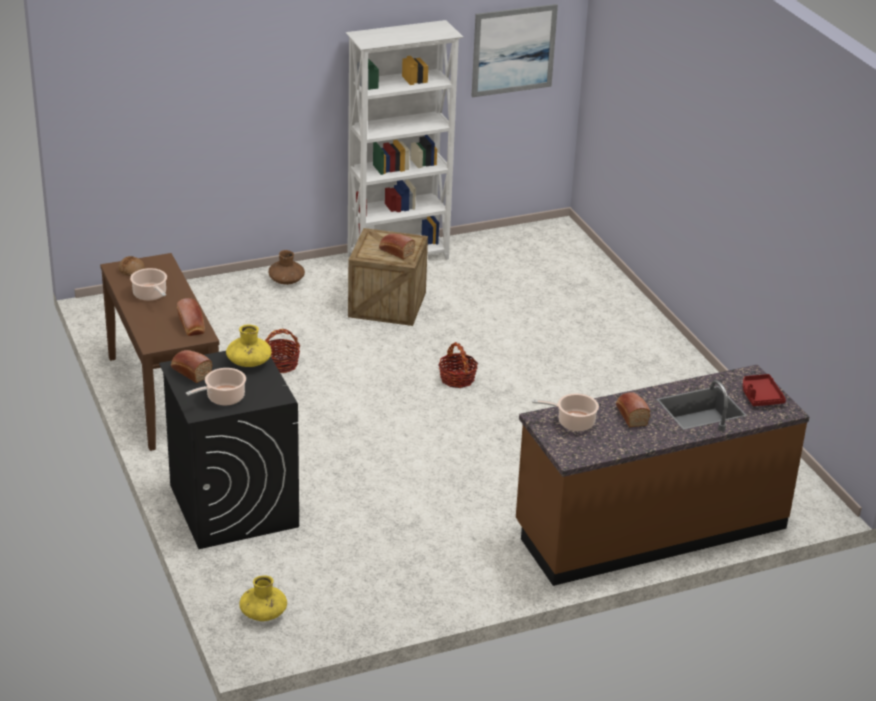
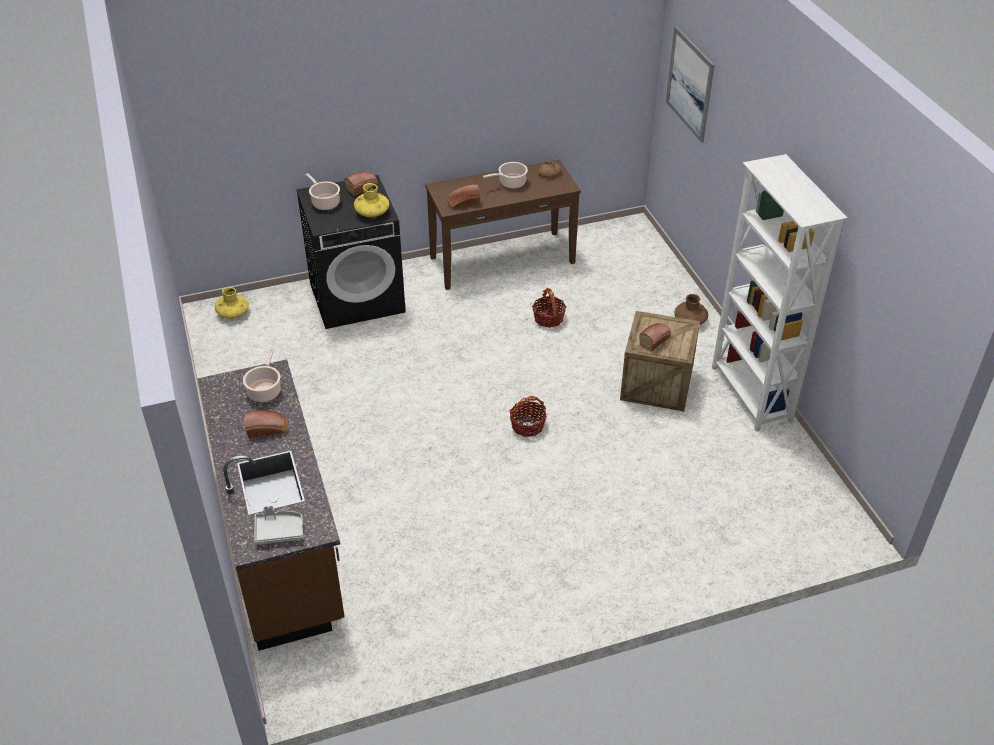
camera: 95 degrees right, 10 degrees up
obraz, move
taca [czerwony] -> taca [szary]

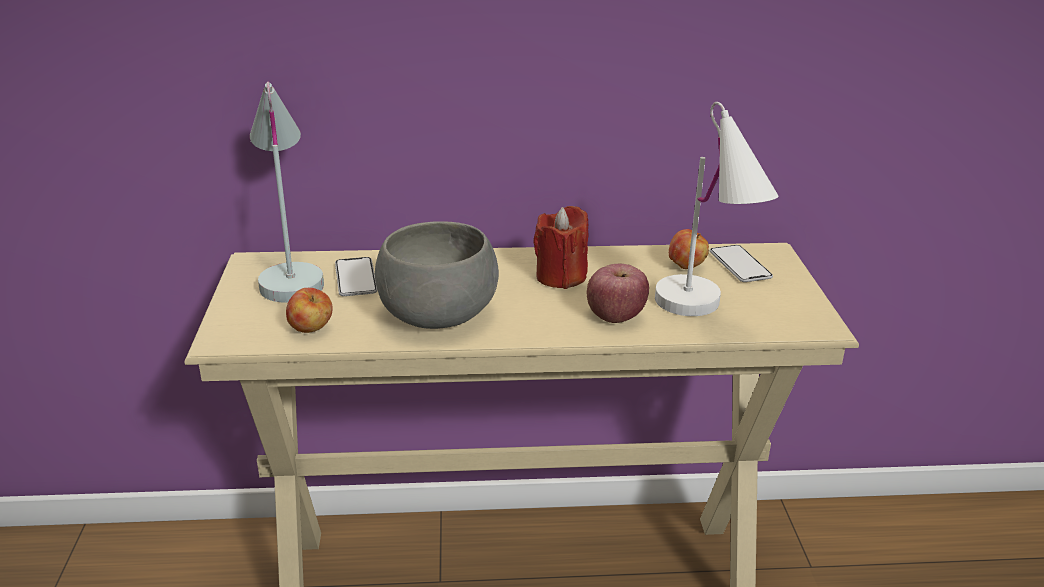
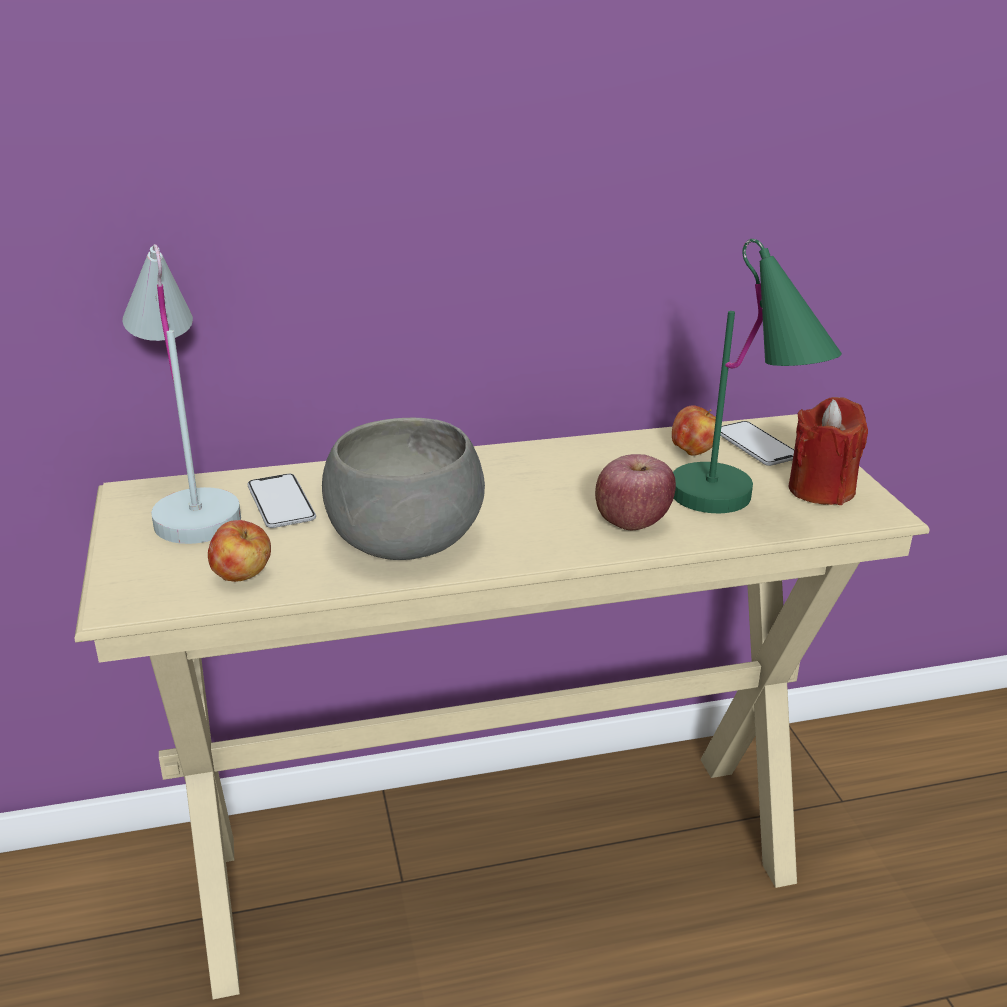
camera: 10 degrees left, 0 degrees up
świeca [czerwony], move
lampa stołowa [biały] (2nd from left) -> lampa stołowa [zielony]

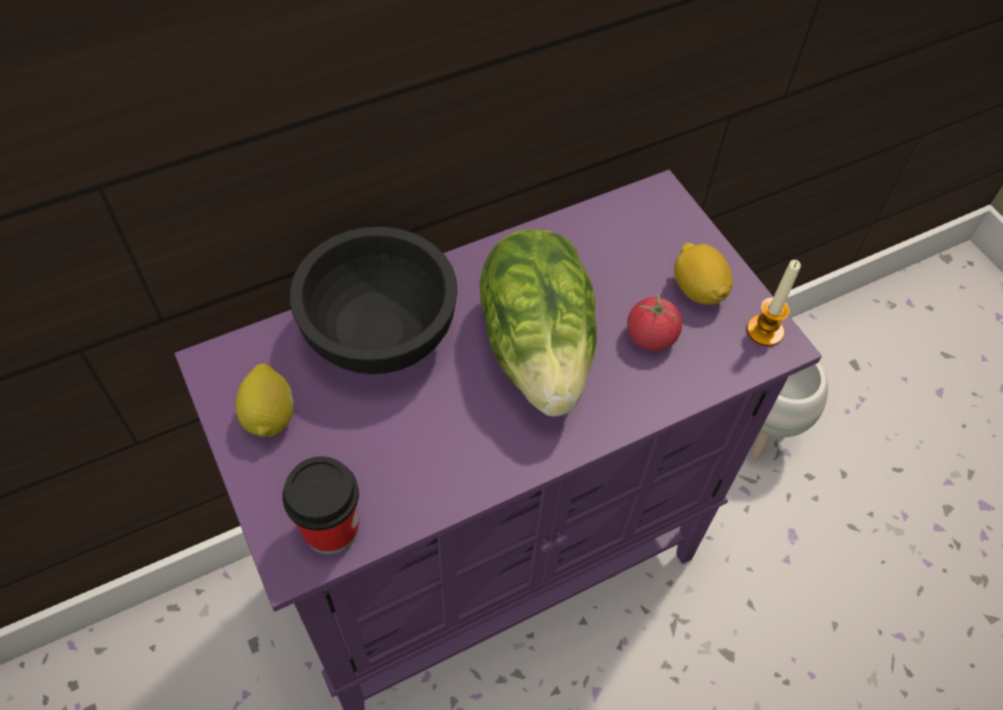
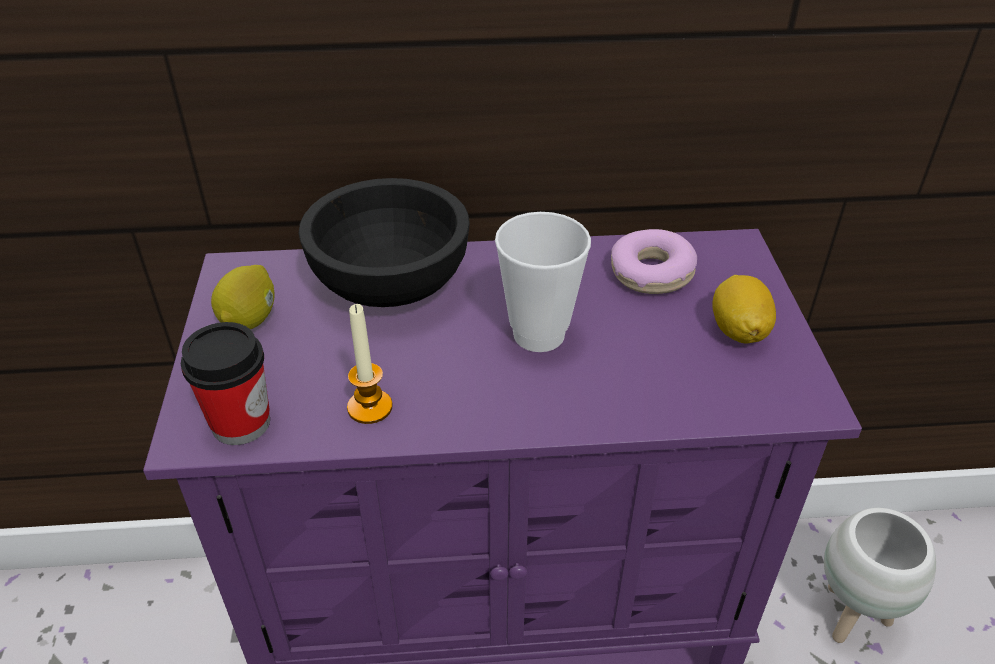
camera: 25 degrees right, 15 degrees down
pomidor -> none
none -> donut
świeca, move
sałata -> filiżanka (2nd from left)

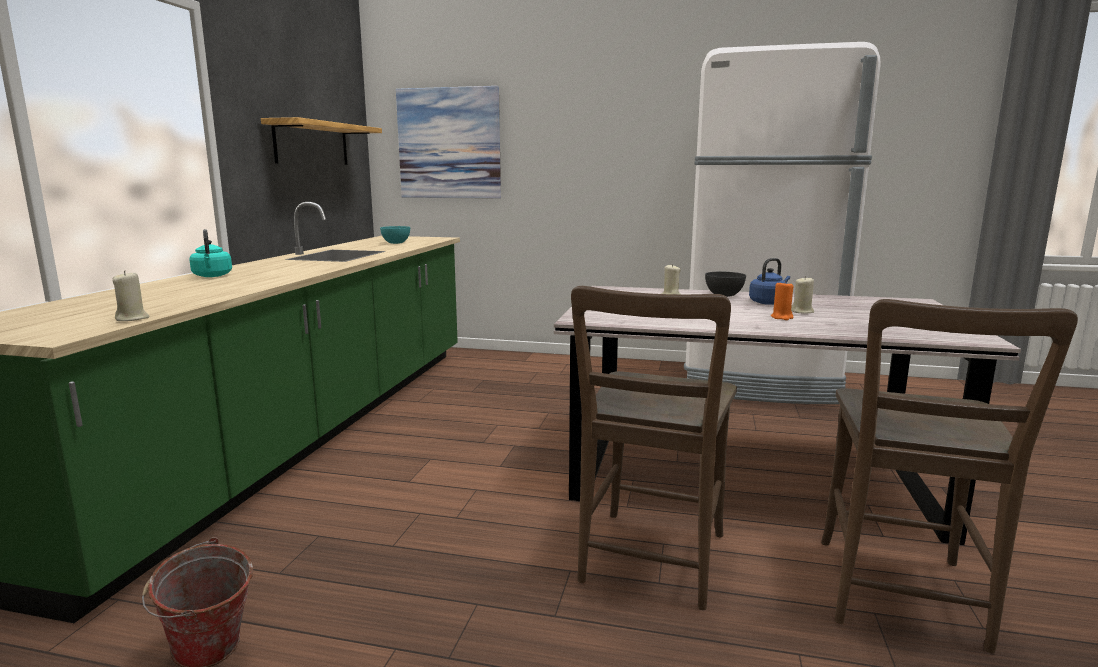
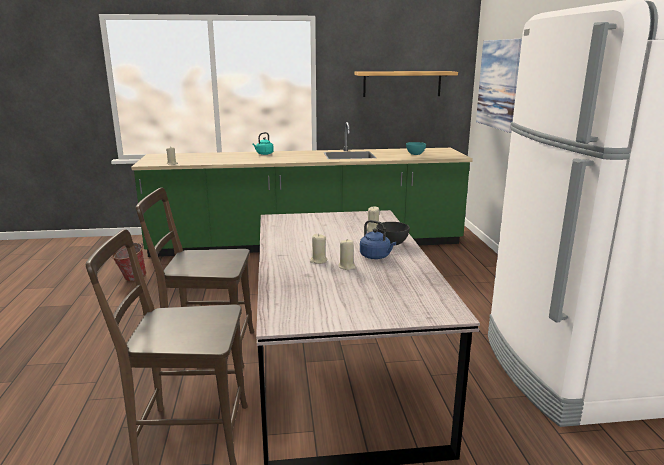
camera: 70 degrees right, 5 degrees up
świeca [pomarańczowy] -> świeca [beżowy] (2nd from left)

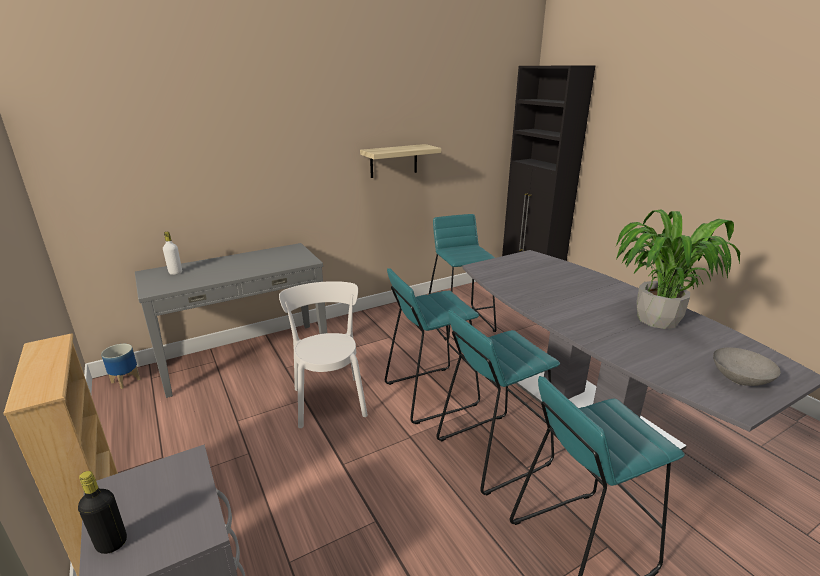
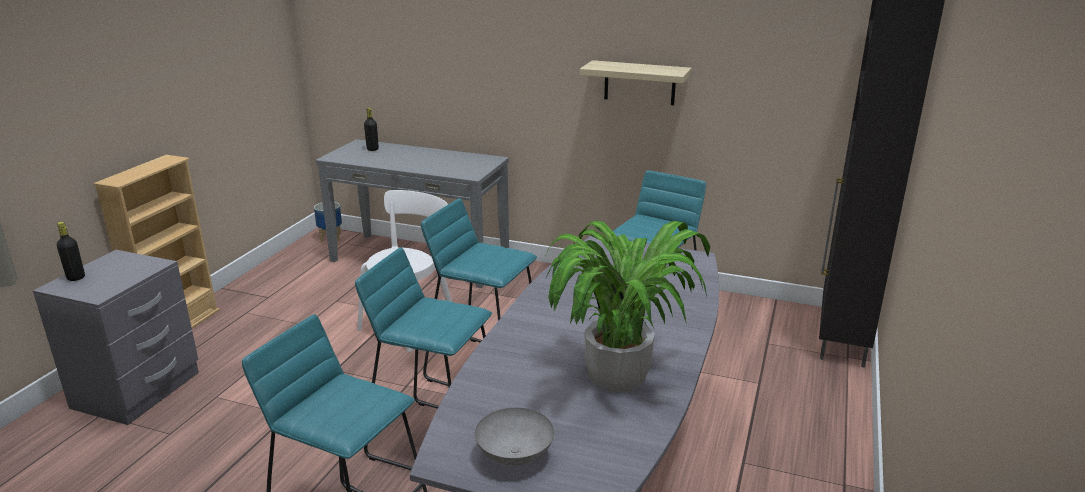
camera: 50 degrees right, 0 degrees up
butelka [biały] -> butelka [czarny] (2nd from left)

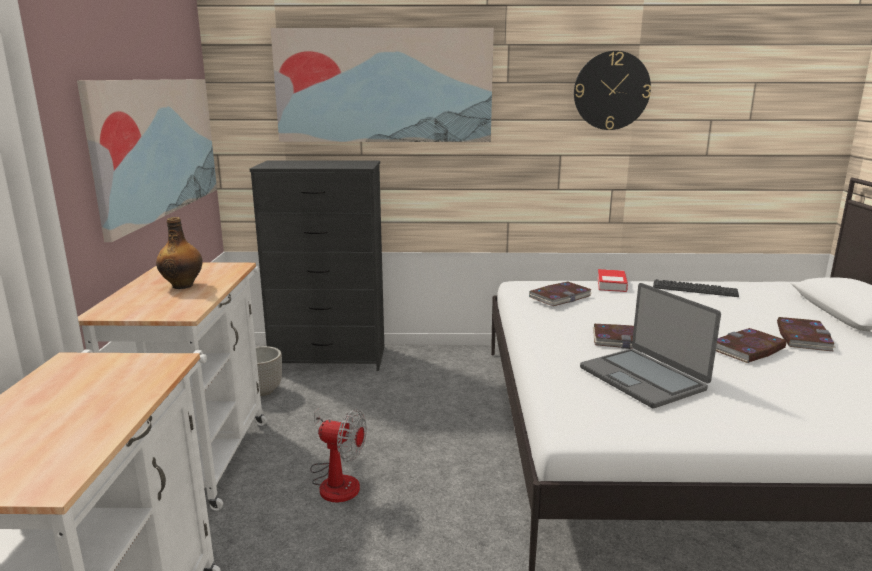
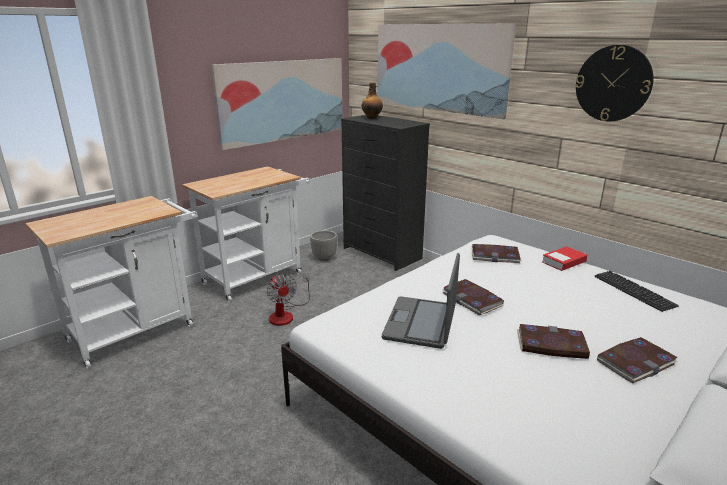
camera: 45 degrees right, 5 degrees up
butelka, move

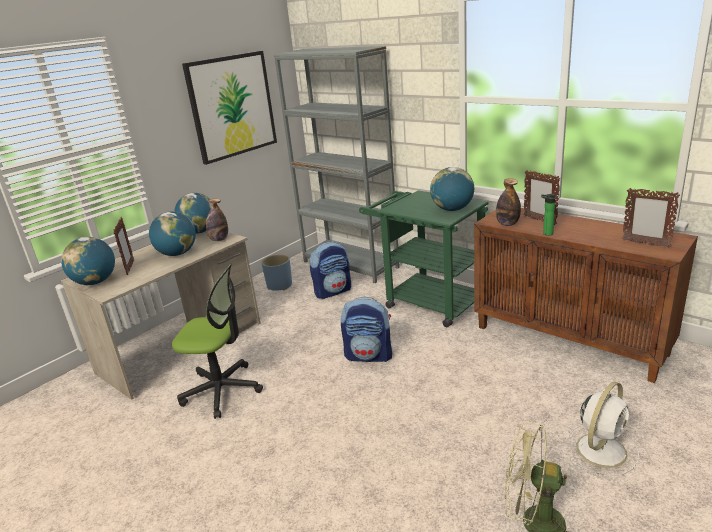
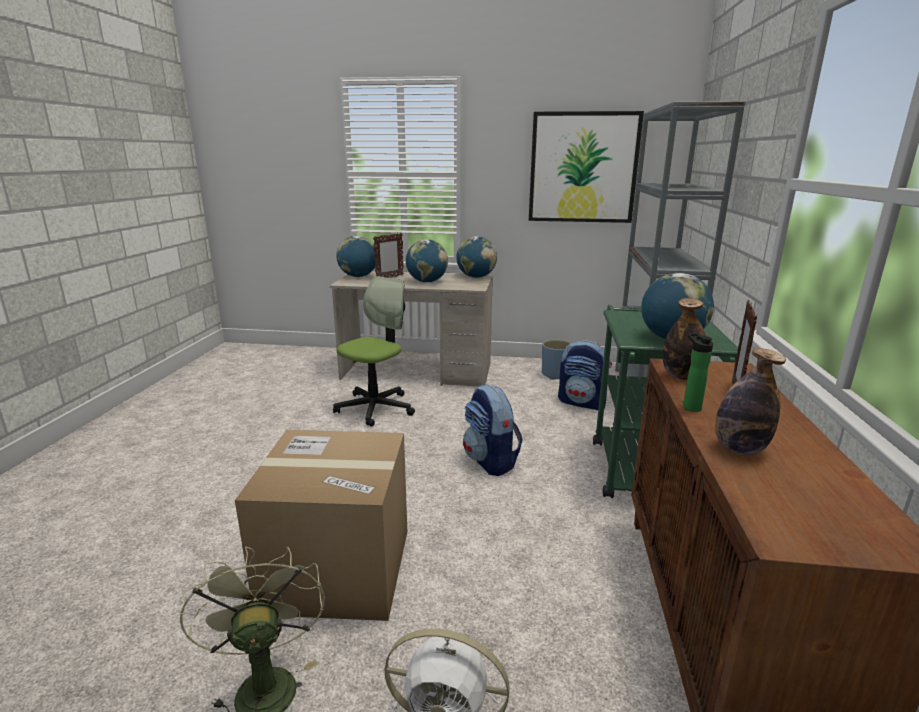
camera: 55 degrees right, 5 degrees down
ramka na zdjęcie (3rd from left) -> none
none -> karton
butelka (1st from left in the first image) -> butelka (3rd from left), move
krzesło biurowe, 120 degrees counterclockwise

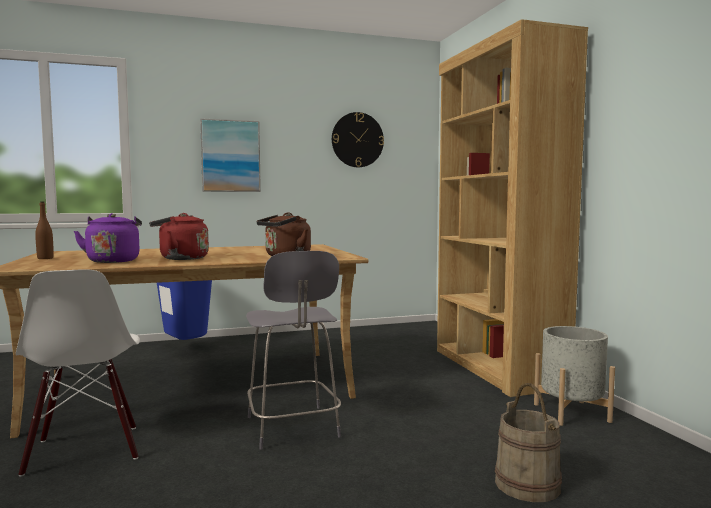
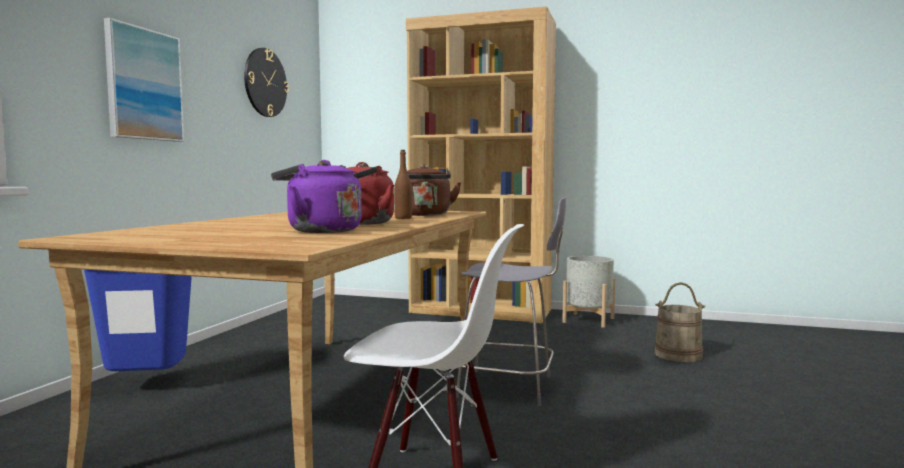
camera: 55 degrees left, 0 degrees up
butelka [brązowy], move

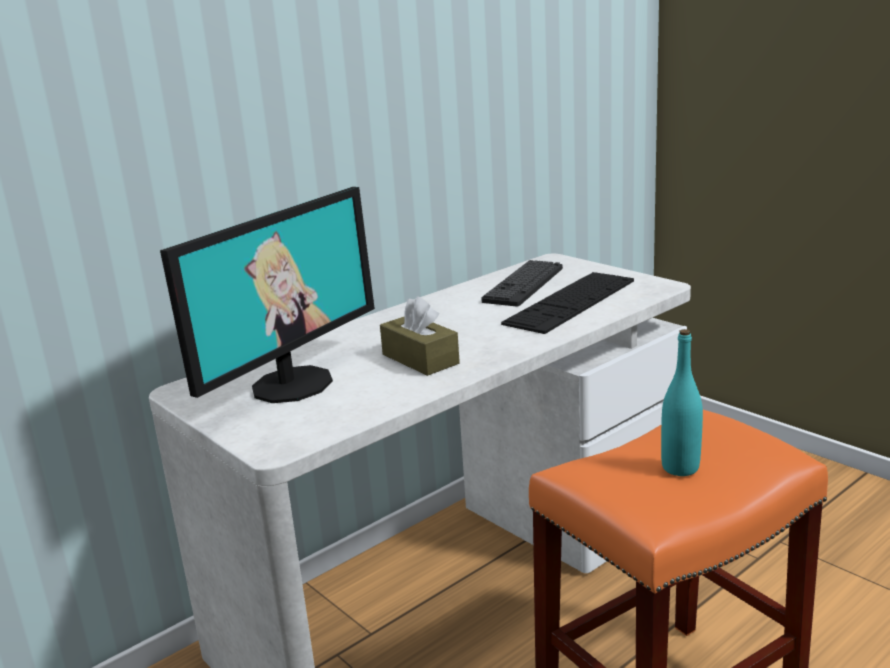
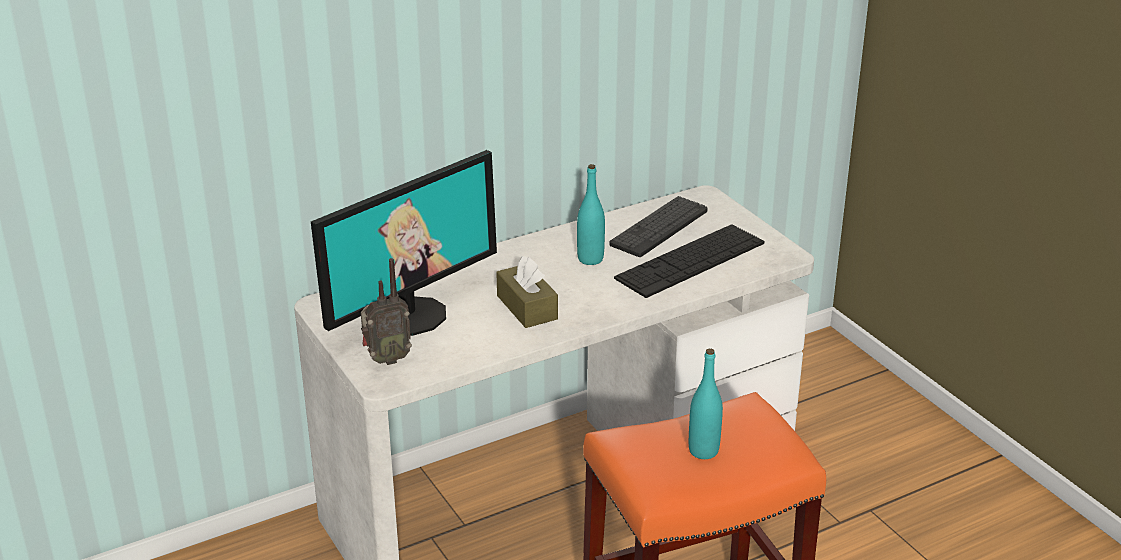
camera: 10 degrees right, 10 degrees up
none -> radio
none -> butelka [turkusowy] (1st from left)

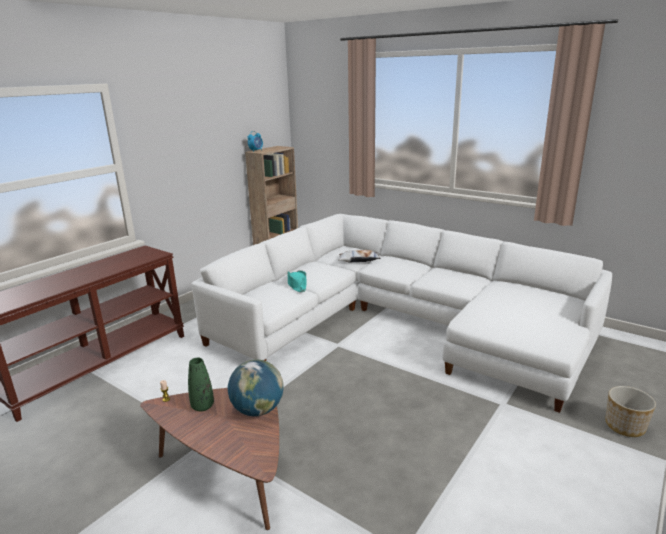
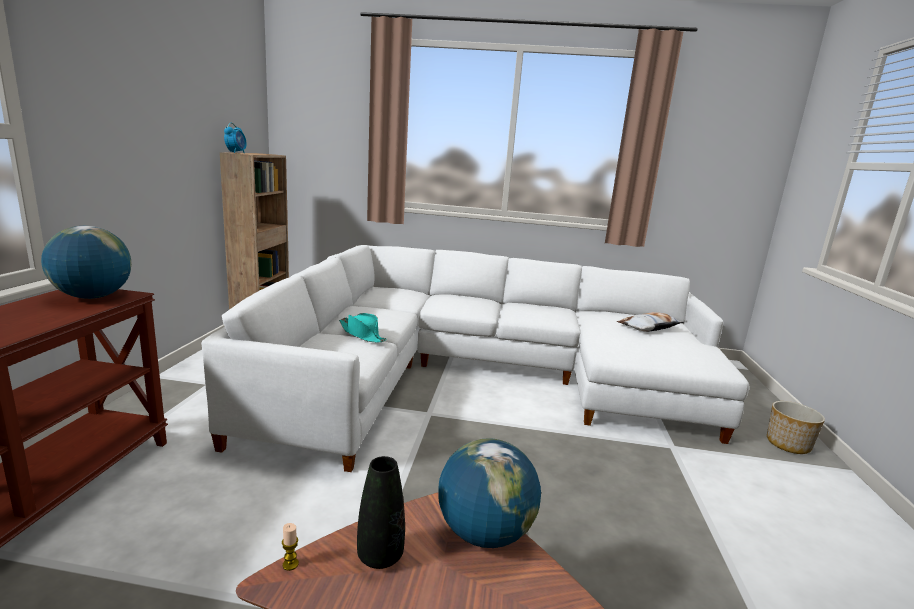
camera: 30 degrees left, 5 degrees down
none -> globus (1st from left)
poduszka, move
wazon [zielony] -> wazon [czarny]

